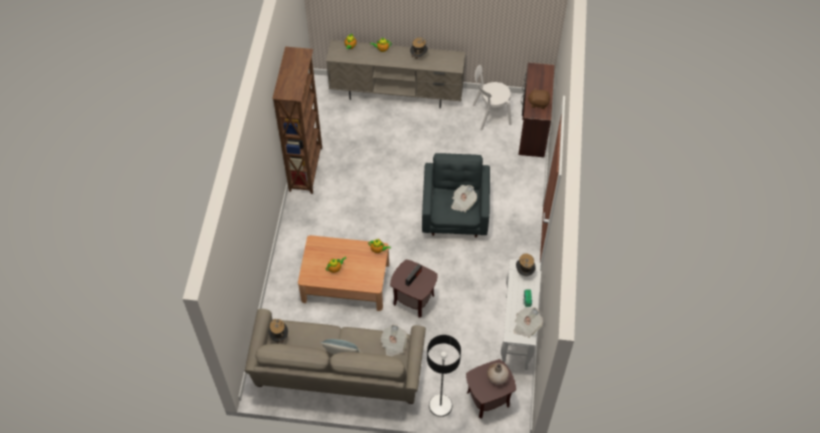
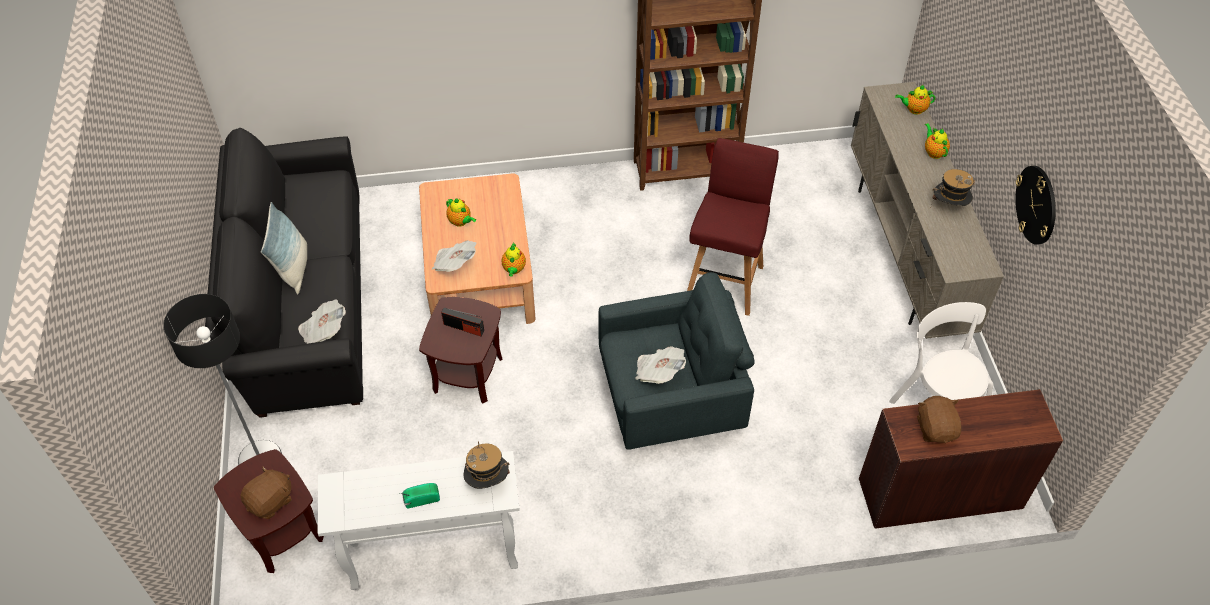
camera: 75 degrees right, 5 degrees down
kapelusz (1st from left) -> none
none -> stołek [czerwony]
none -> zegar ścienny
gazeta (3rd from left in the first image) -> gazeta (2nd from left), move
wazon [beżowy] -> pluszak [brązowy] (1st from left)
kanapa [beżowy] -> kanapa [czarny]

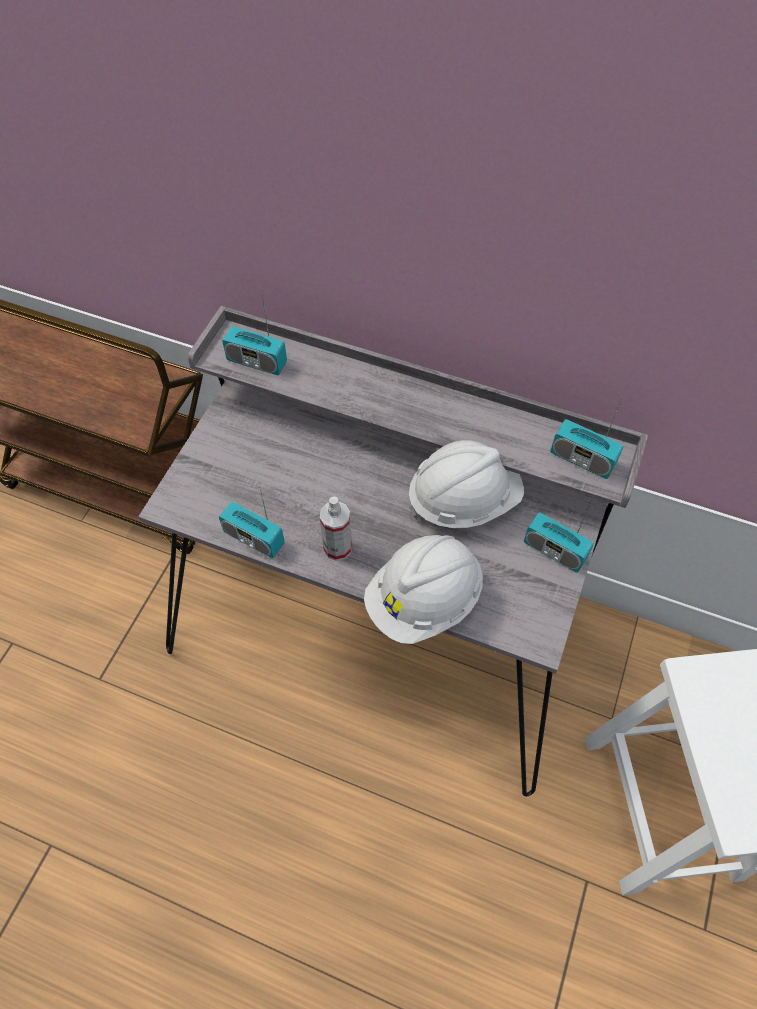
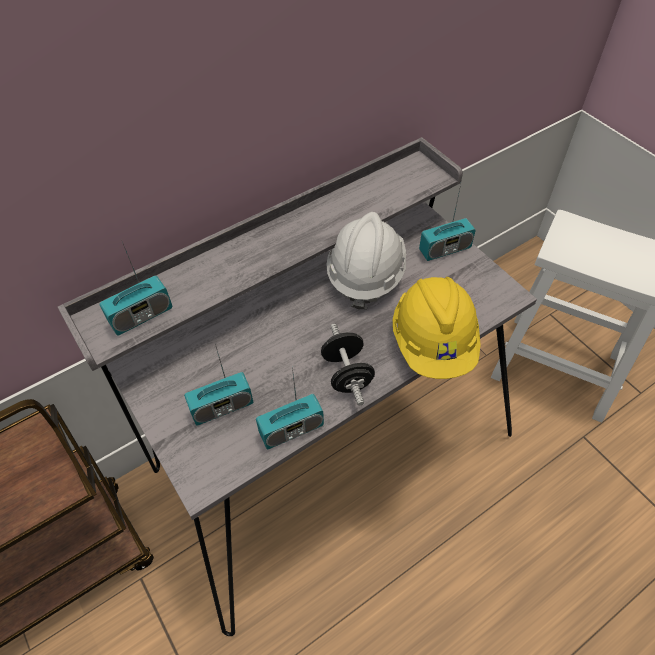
camera: 55 degrees left, 5 degrees down
radio (4th from left in the first image) -> radio (2nd from left), move
spryskiwacz -> hantel [czarny]
kask [biały] (1st from left) -> kask [żółty]

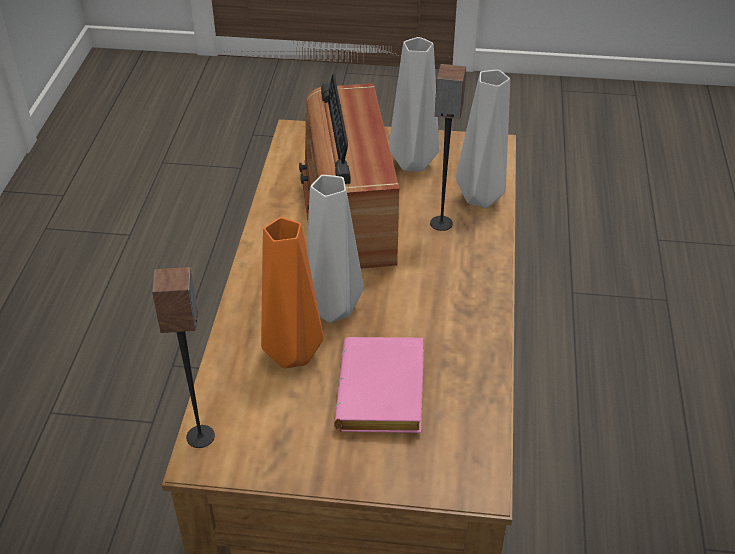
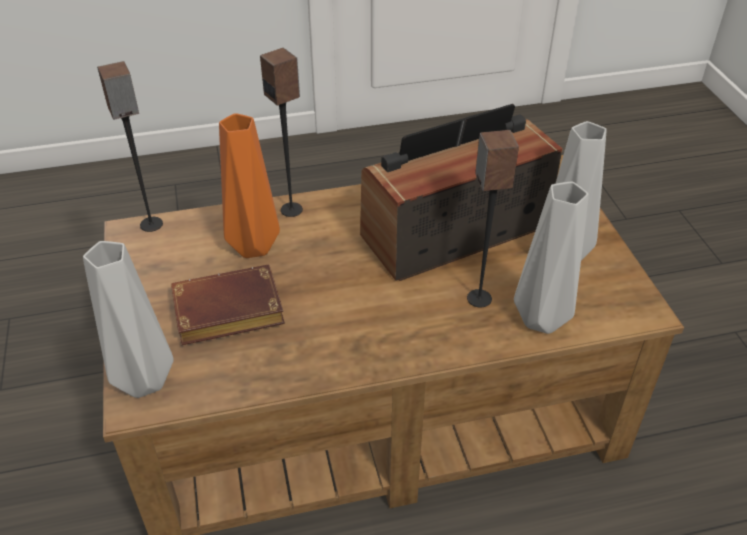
camera: 70 degrees right, 0 degrees up
none -> głośnik (2nd from left)
wazon [szary] (1st from left), move
książka [różowy] -> książka [brązowy]

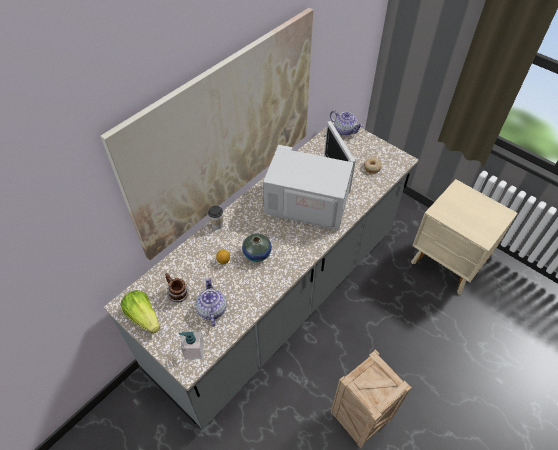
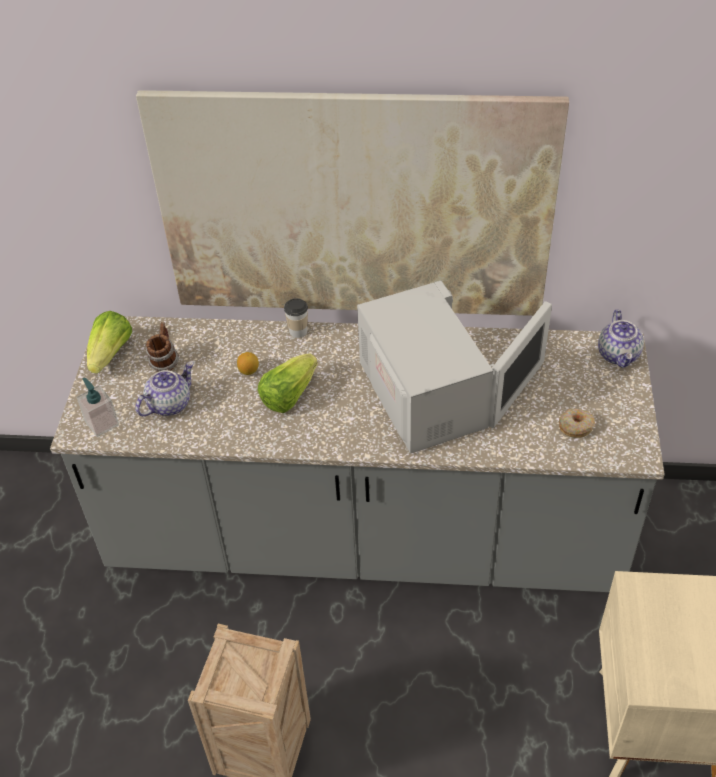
camera: 55 degrees right, 5 degrees down
wazon -> sałata (2nd from left)

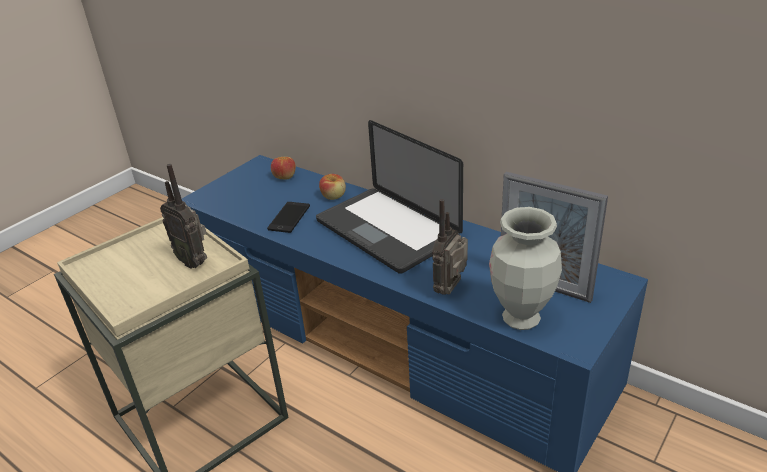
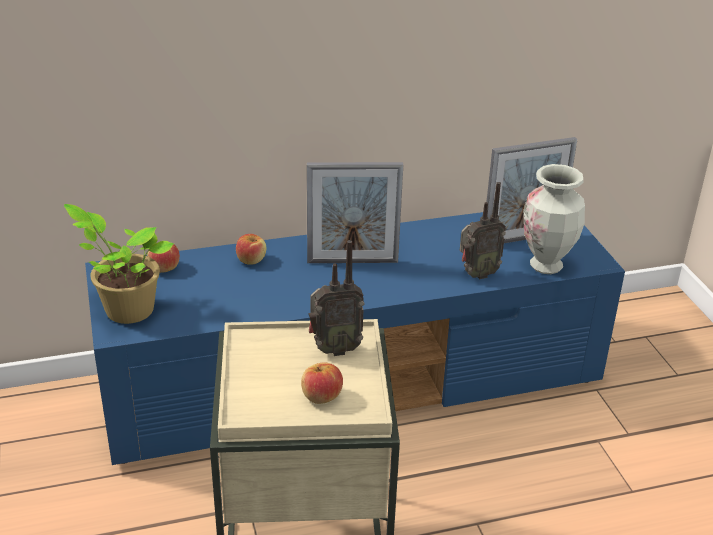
camera: 55 degrees left, 0 degrees up
telefon -> none
none -> roślina doniczkowa
none -> jabłko (3rd from left)
laptop -> ramka na zdjęcie (1st from left)
radio (2nd from left), 90 degrees counterclockwise

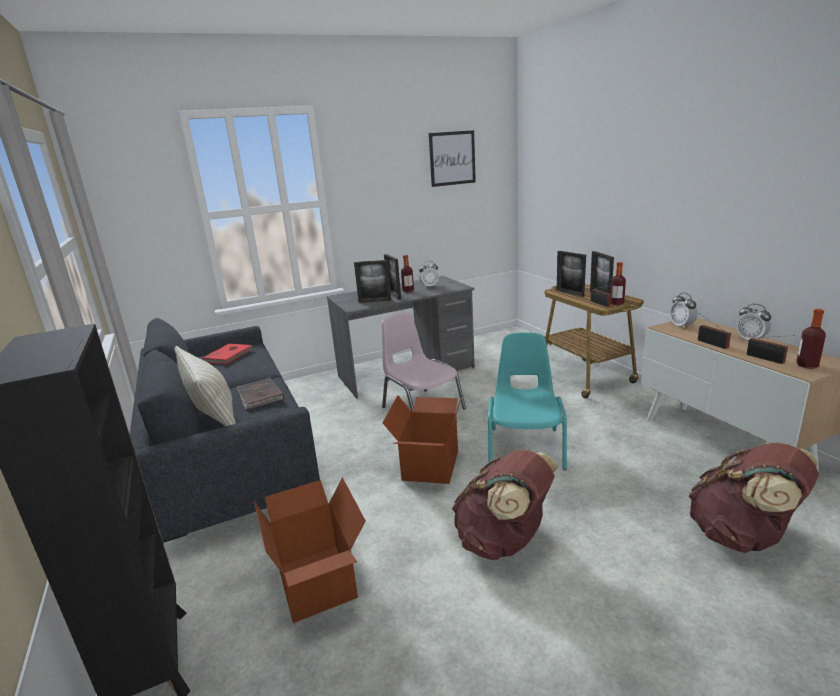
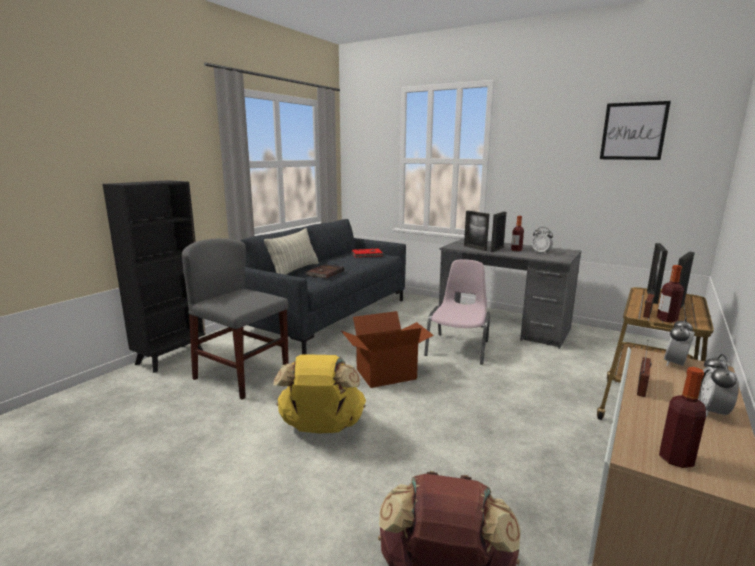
camera: 55 degrees right, 5 degrees down
krzesło [turkusowy] -> none
radio (3rd from left) -> none
karton (1st from left) -> krzesło [szary]
plecak [brązowy] (1st from left) -> plecak [żółty]

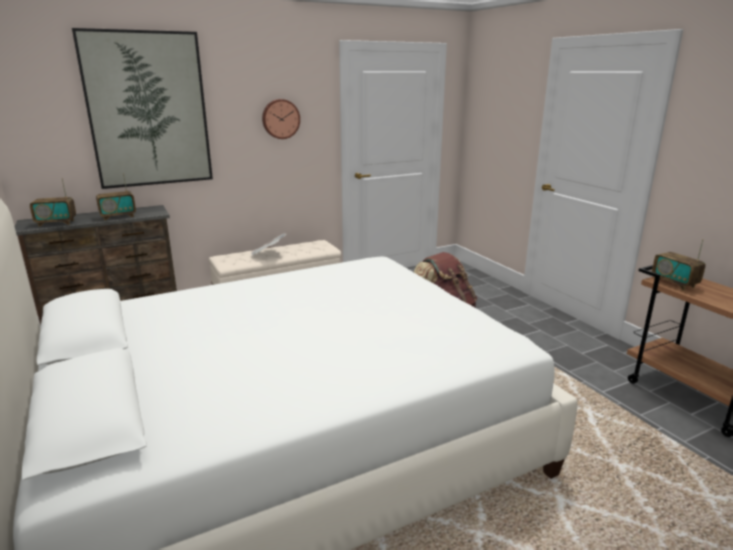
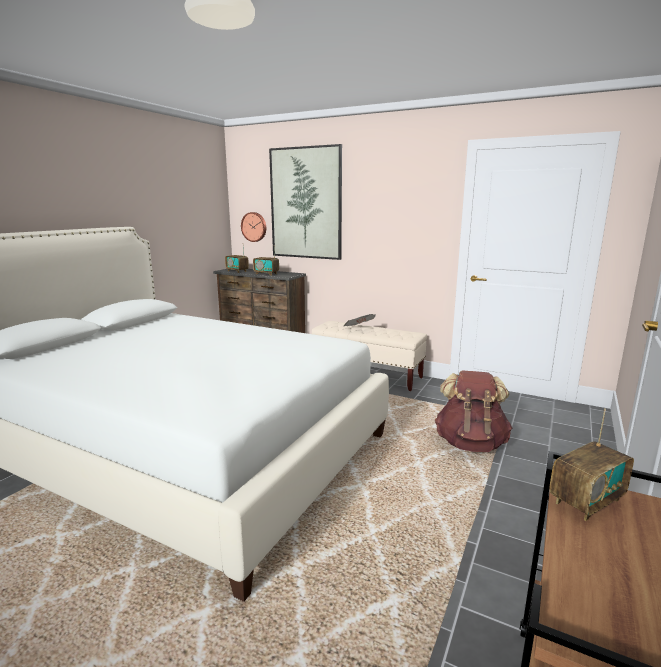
camera: 55 degrees right, 5 degrees down
zegar ścienny, move
radio (3rd from left), 150 degrees counterclockwise

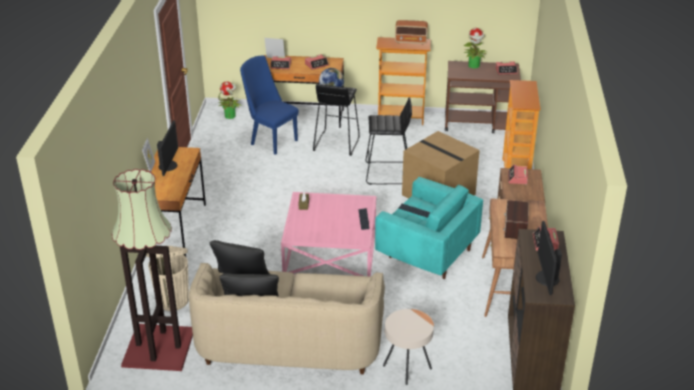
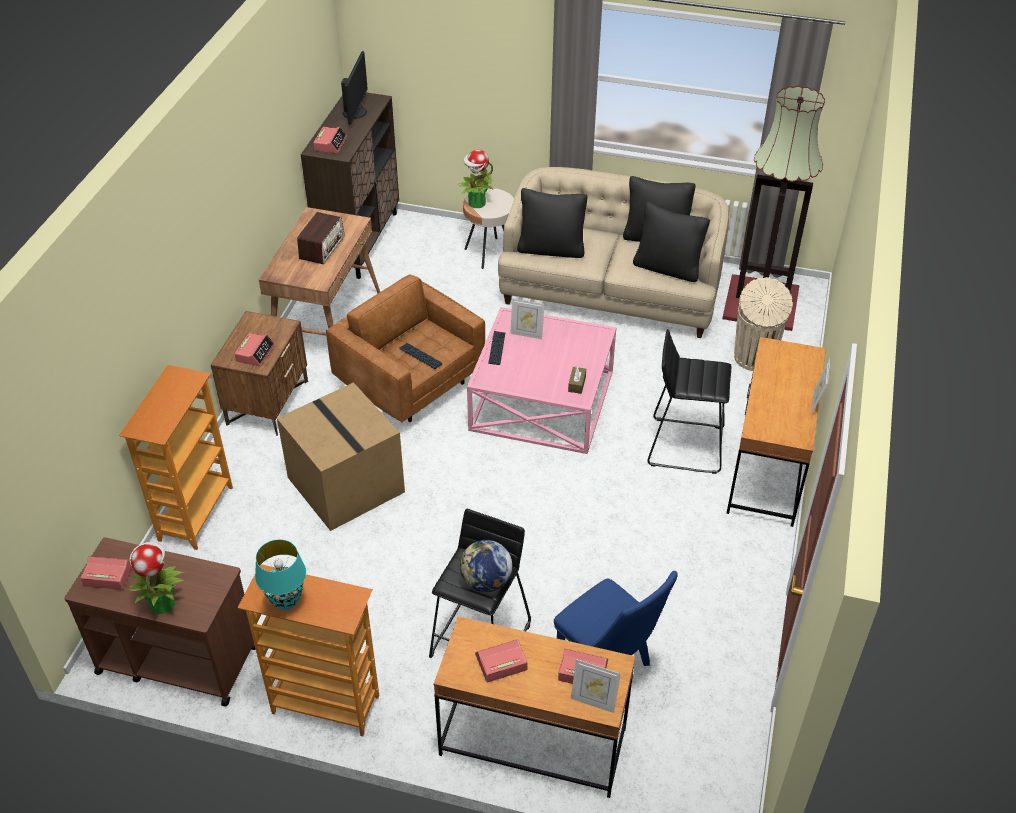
camera: 170 degrees left, 10 degrees up
monitor (1st from left) -> none
none -> ramka na zdjęcie (1st from left)
none -> poduszka [czarny] (1st from left)
roślina doniczkowa (1st from left in the first image) -> roślina doniczkowa (2nd from left), move
stołek [czarny] (2nd from left), move
radio (1st from left) -> lampa stołowa [turkusowy]
fotel [turkusowy] -> fotel [brązowy]

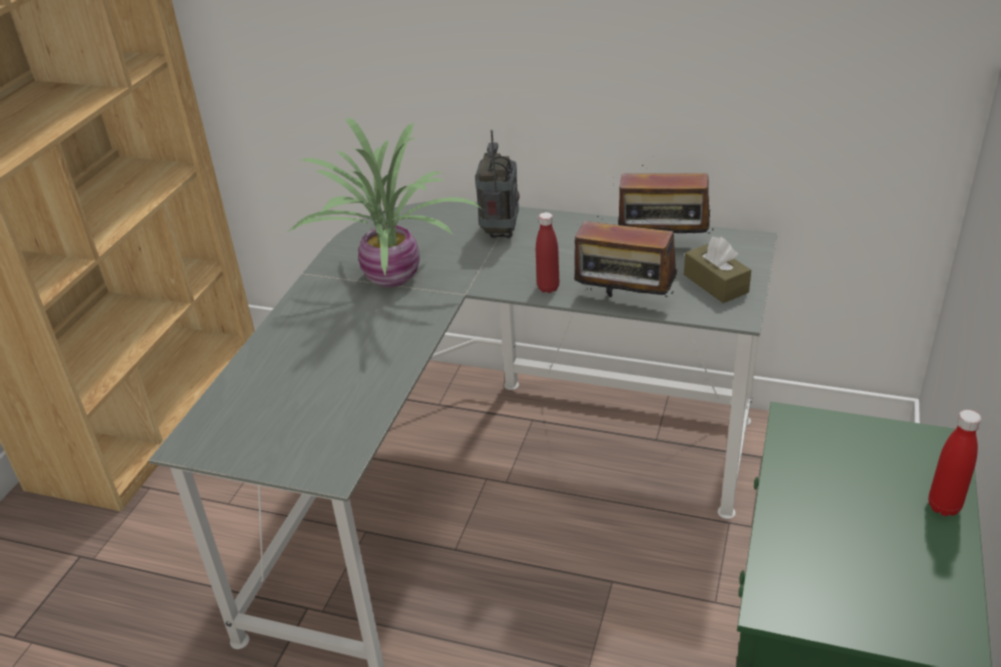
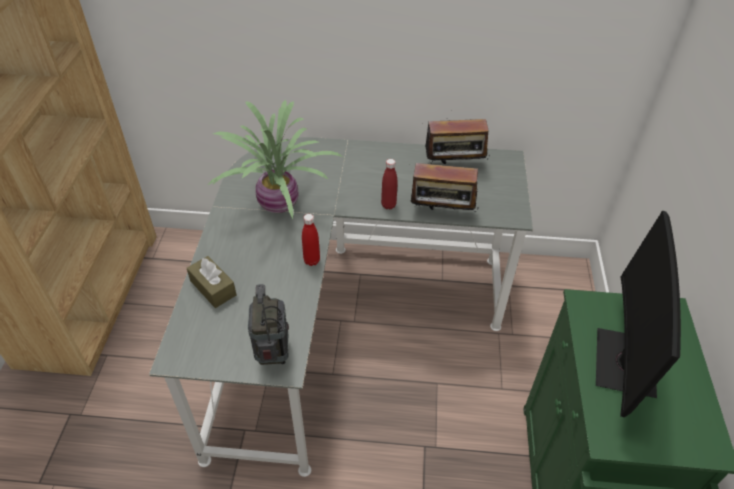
camera: 15 degrees left, 10 degrees up
none -> monitor
radio (1st from left), move
pudełko chusteczek [brązowy], move
butelka [czerwony] (2nd from left in the first image) -> butelka [czerwony] (1st from left), move

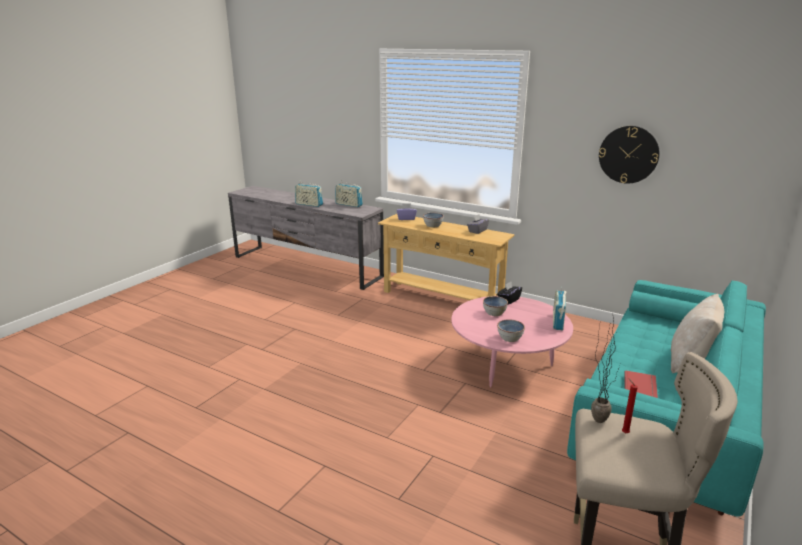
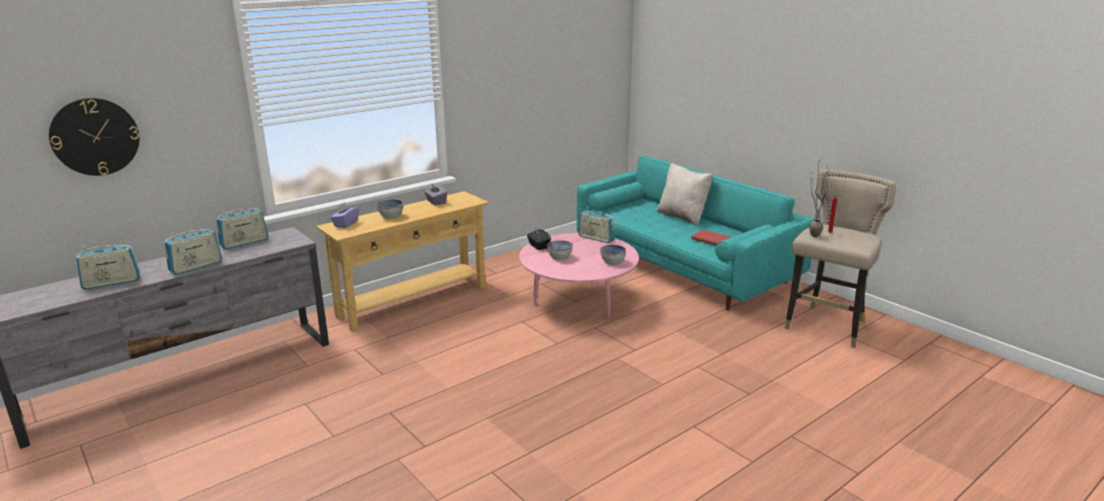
camera: 70 degrees left, 0 degrees up
none -> radio (1st from left)
zegar ścienny, move

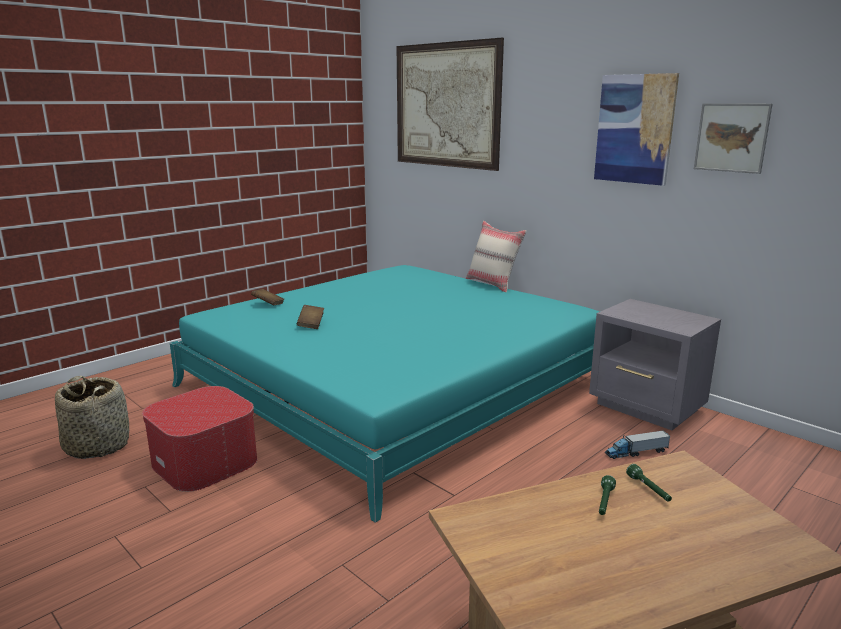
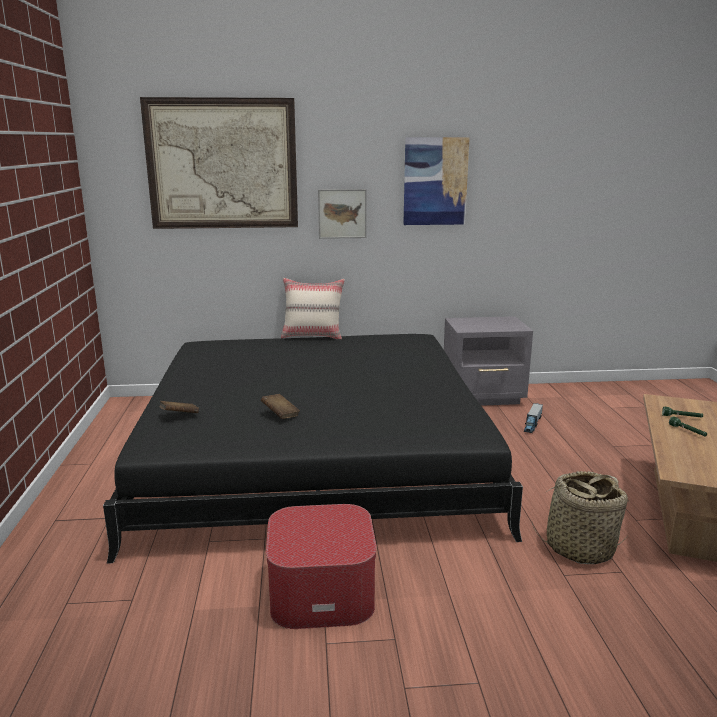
camera: 50 degrees left, 0 degrees up
koszyk, move
obraz (3rd from left in the first image) -> obraz (2nd from left), move
łóżko [turkusowy] -> łóżko [czarny]

